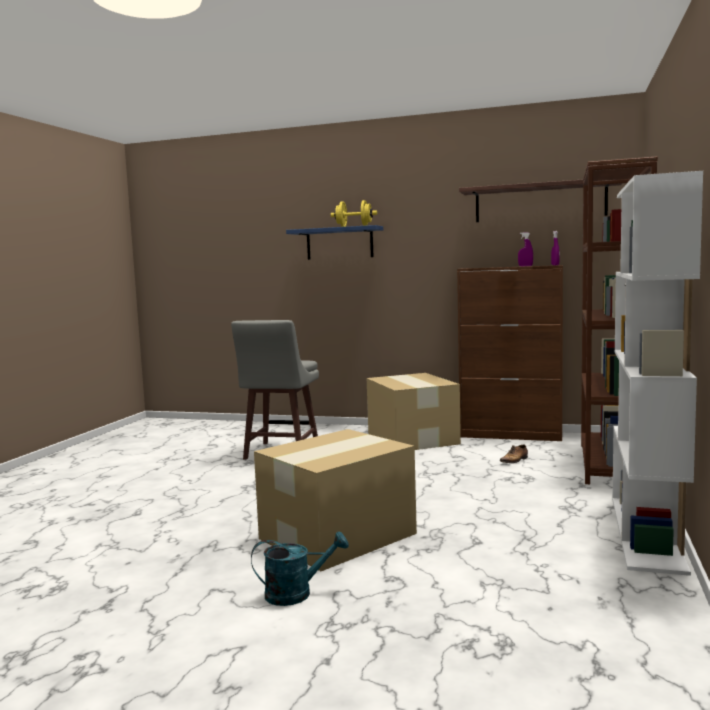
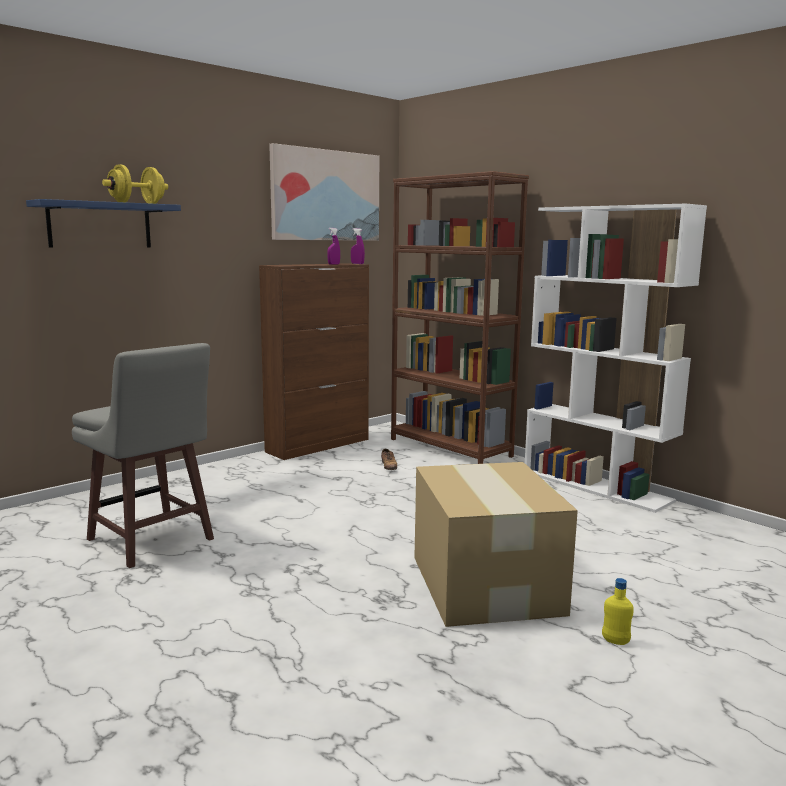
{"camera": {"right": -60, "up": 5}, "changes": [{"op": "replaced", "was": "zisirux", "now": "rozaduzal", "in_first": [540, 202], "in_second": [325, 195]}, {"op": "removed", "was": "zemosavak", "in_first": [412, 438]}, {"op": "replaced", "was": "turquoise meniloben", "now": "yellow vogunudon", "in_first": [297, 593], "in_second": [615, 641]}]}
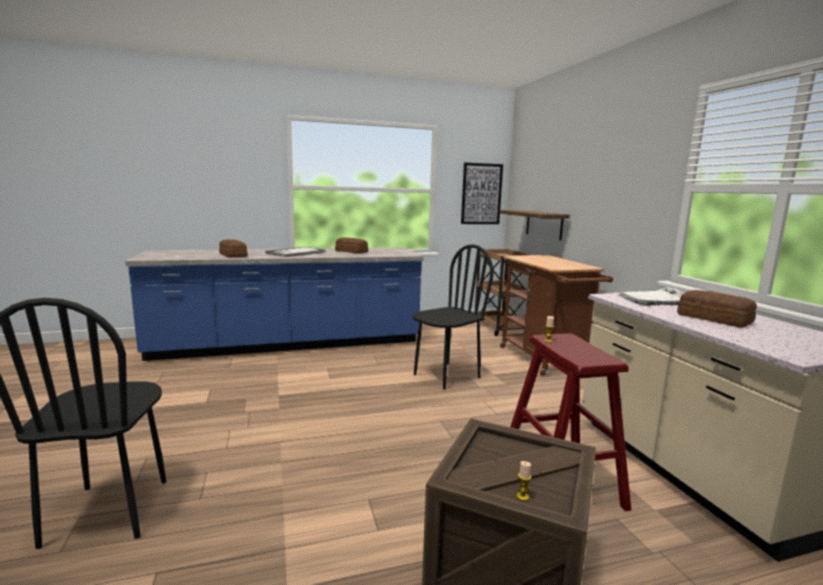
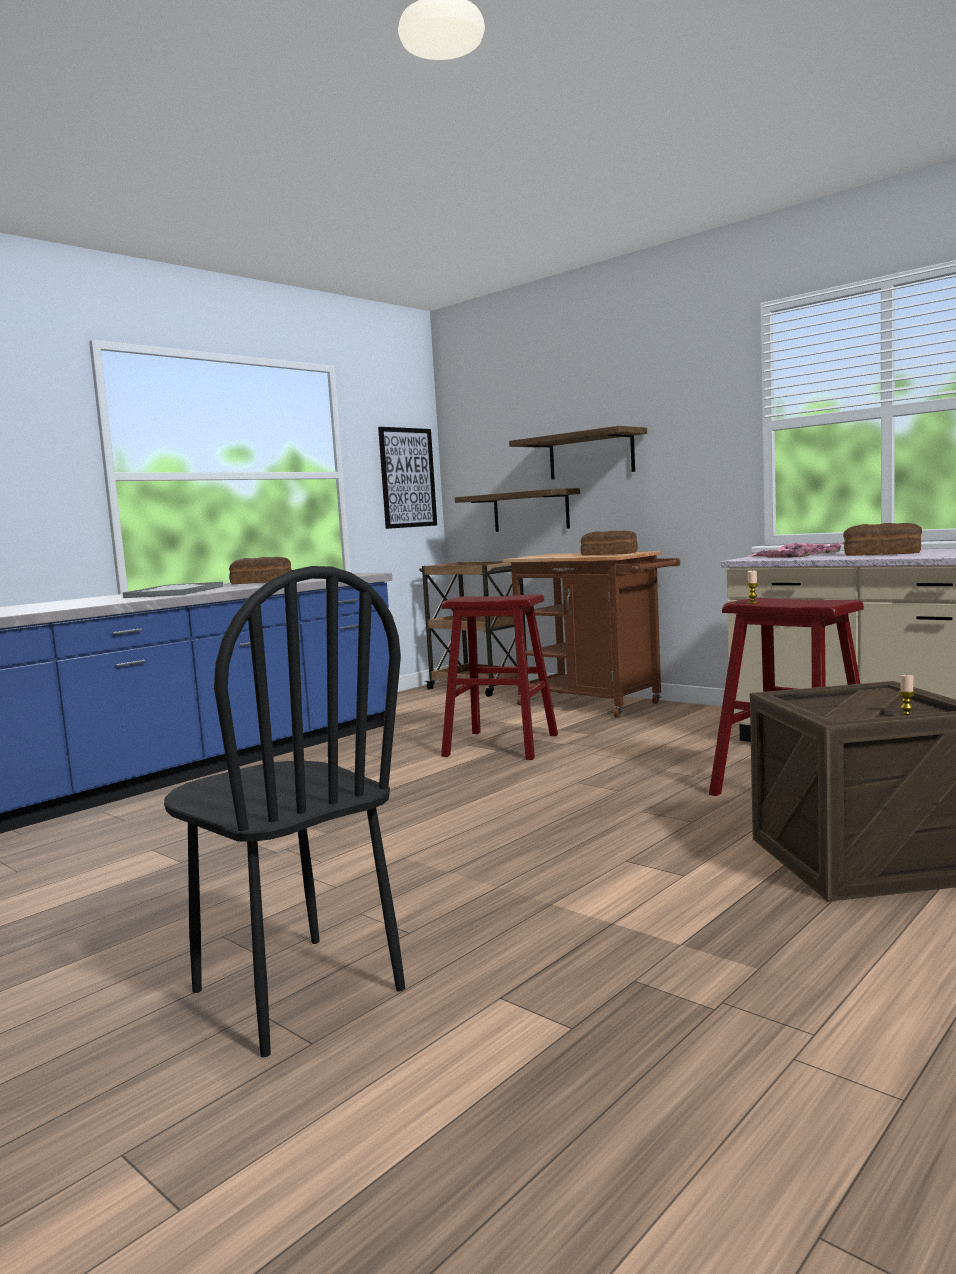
{"camera": {"right": -30, "up": -5}, "changes": [{"op": "moved", "was": "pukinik", "in_first": [232, 255], "in_second": [609, 554]}, {"op": "replaced", "was": "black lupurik", "now": "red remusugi", "in_first": [446, 376], "in_second": [501, 745]}, {"op": "recoloured", "was": "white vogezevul", "now": "pink vogezevul", "in_first": [656, 300], "in_second": [794, 555]}, {"op": "added", "now": "zisirux", "in_second": [591, 455]}]}
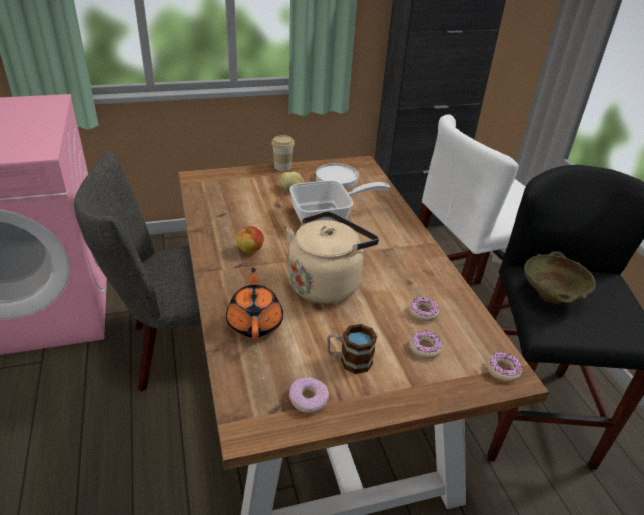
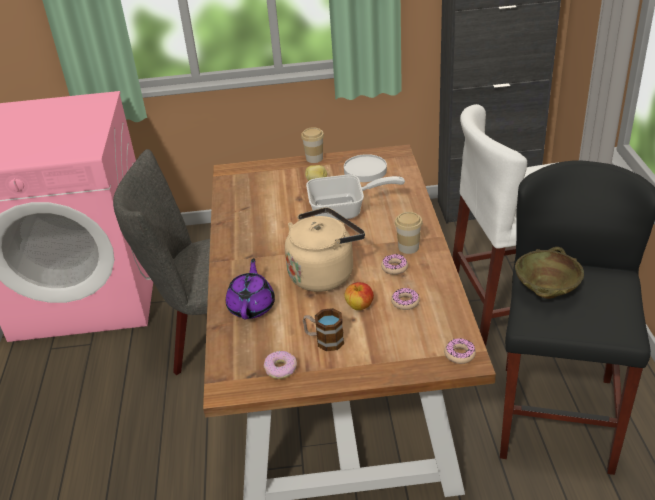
{"camera": {"right": 15, "up": 0}, "changes": [{"op": "moved", "was": "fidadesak", "in_first": [250, 250], "in_second": [359, 306]}, {"op": "recoloured", "was": "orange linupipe", "now": "purple linupipe", "in_first": [255, 322], "in_second": [252, 306]}, {"op": "moved", "was": "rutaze", "in_first": [425, 348], "in_second": [394, 268]}, {"op": "added", "now": "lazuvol", "in_second": [408, 247]}]}
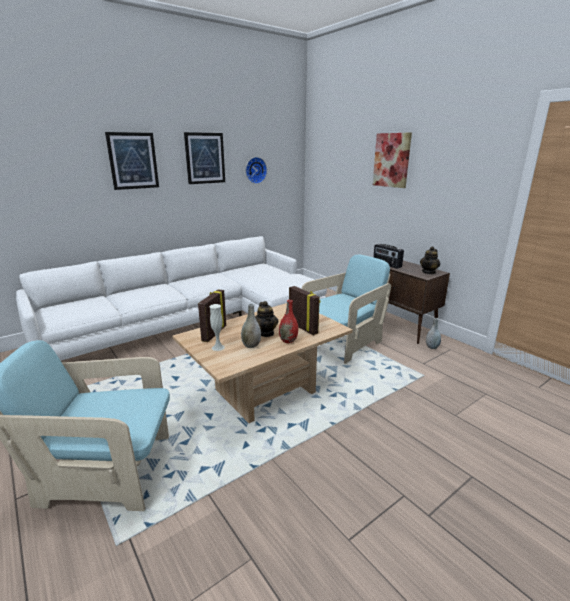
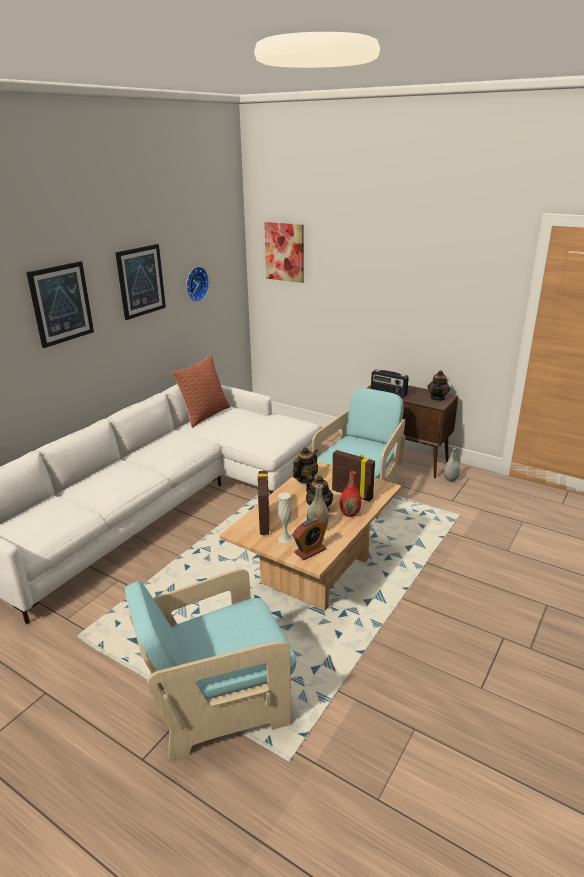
{"camera": {"right": -20, "up": 5}, "changes": [{"op": "moved", "was": "rozaduzal", "in_first": [391, 160], "in_second": [285, 252]}, {"op": "added", "now": "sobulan", "in_second": [204, 415]}, {"op": "added", "now": "linupipe", "in_second": [305, 479]}, {"op": "added", "now": "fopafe", "in_second": [310, 551]}]}
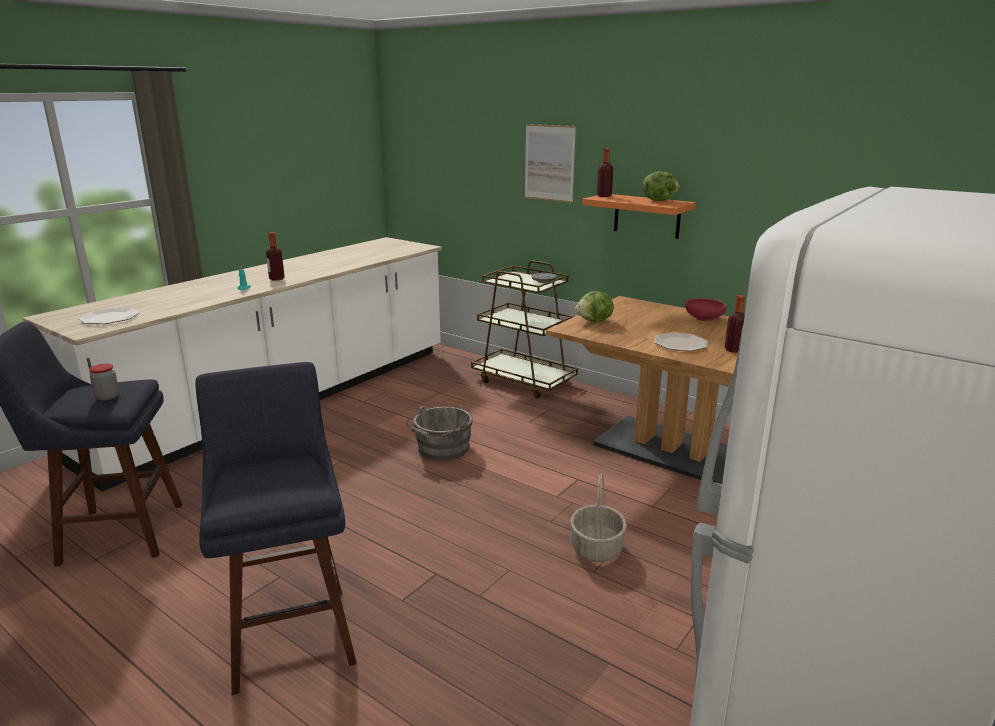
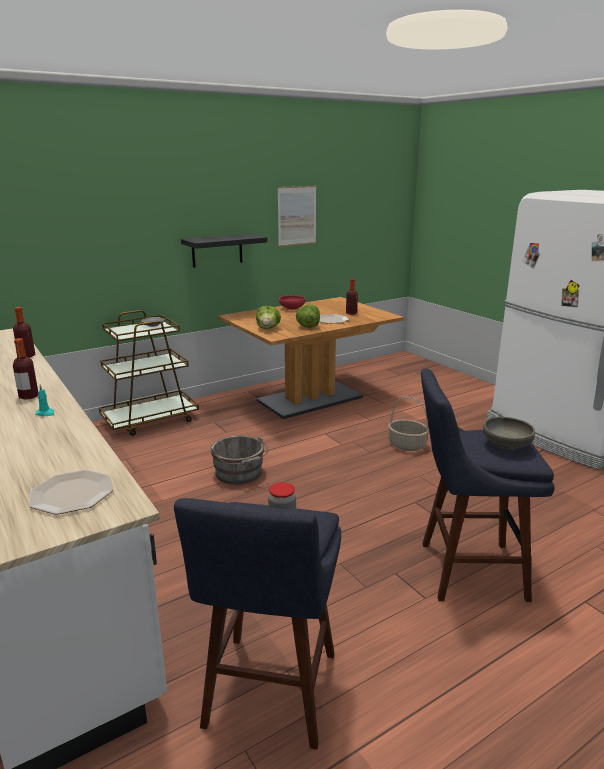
{"camera": {"right": -70, "up": 0}, "changes": [{"op": "moved", "was": "rozaduzal", "in_first": [549, 163], "in_second": [297, 216]}, {"op": "moved", "was": "vogunudon", "in_first": [604, 196], "in_second": [26, 356]}, {"op": "moved", "was": "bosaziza", "in_first": [658, 200], "in_second": [308, 326]}, {"op": "recoloured", "was": "orange zisirux", "now": "black zisirux", "in_first": [647, 216], "in_second": [217, 250]}, {"op": "added", "now": "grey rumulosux", "in_second": [506, 445]}]}
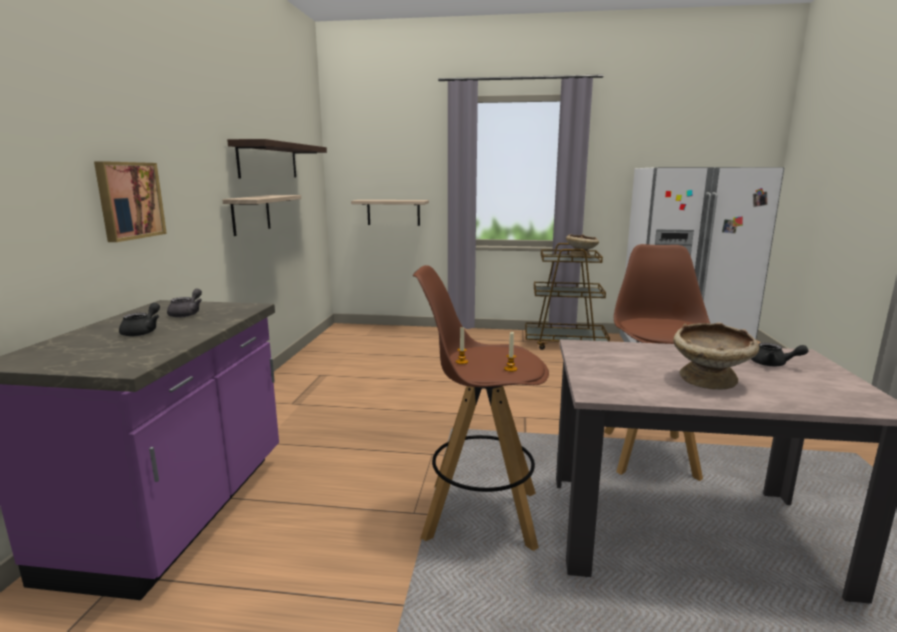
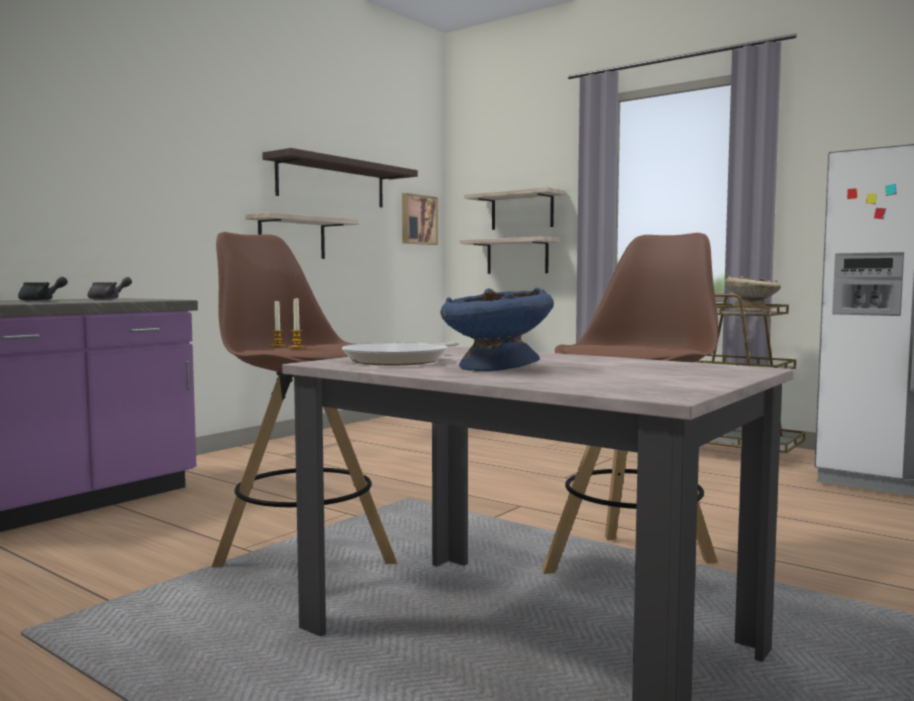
{"camera": {"right": 30, "up": -10}, "changes": [{"op": "moved", "was": "rozaduzal", "in_first": [129, 200], "in_second": [418, 219]}, {"op": "recoloured", "was": "beige rumulosux", "now": "blue rumulosux", "in_first": [709, 381], "in_second": [496, 368]}, {"op": "removed", "was": "black linupipe", "in_first": [773, 364]}, {"op": "added", "now": "zisirux", "in_second": [522, 211]}, {"op": "added", "now": "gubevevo", "in_second": [400, 360]}]}
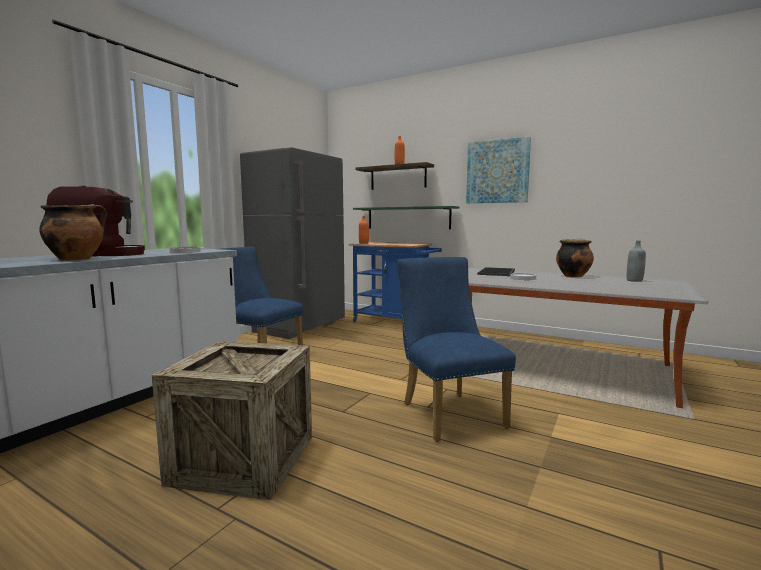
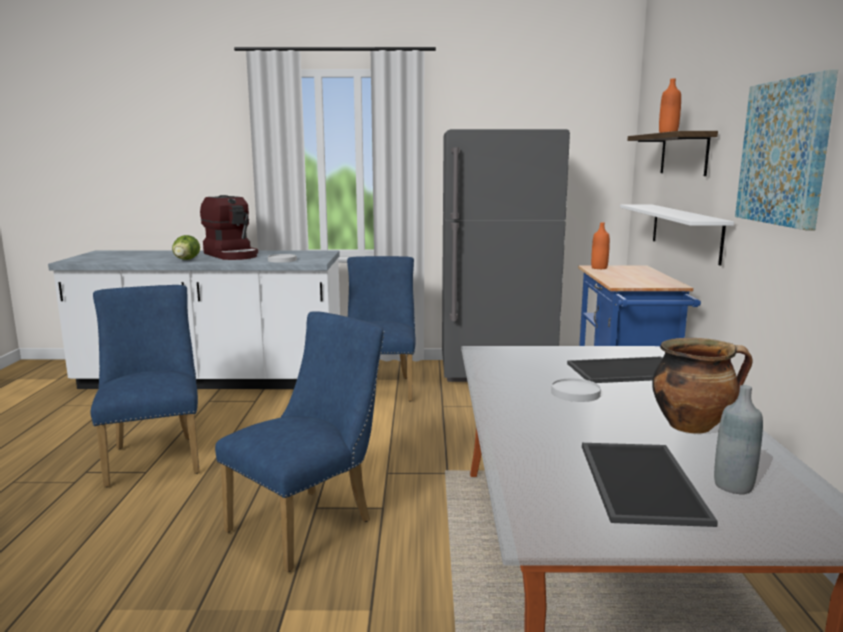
{"camera": {"right": 60, "up": 5}, "changes": [{"op": "replaced", "was": "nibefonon", "now": "bosaziza", "in_first": [77, 259], "in_second": [186, 260]}, {"op": "recoloured", "was": "green zisirux", "now": "white zisirux", "in_first": [408, 218], "in_second": [685, 231]}, {"op": "replaced", "was": "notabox", "now": "blue lupurik", "in_first": [244, 459], "in_second": [155, 457]}, {"op": "added", "now": "vogezevul", "in_second": [638, 481]}]}
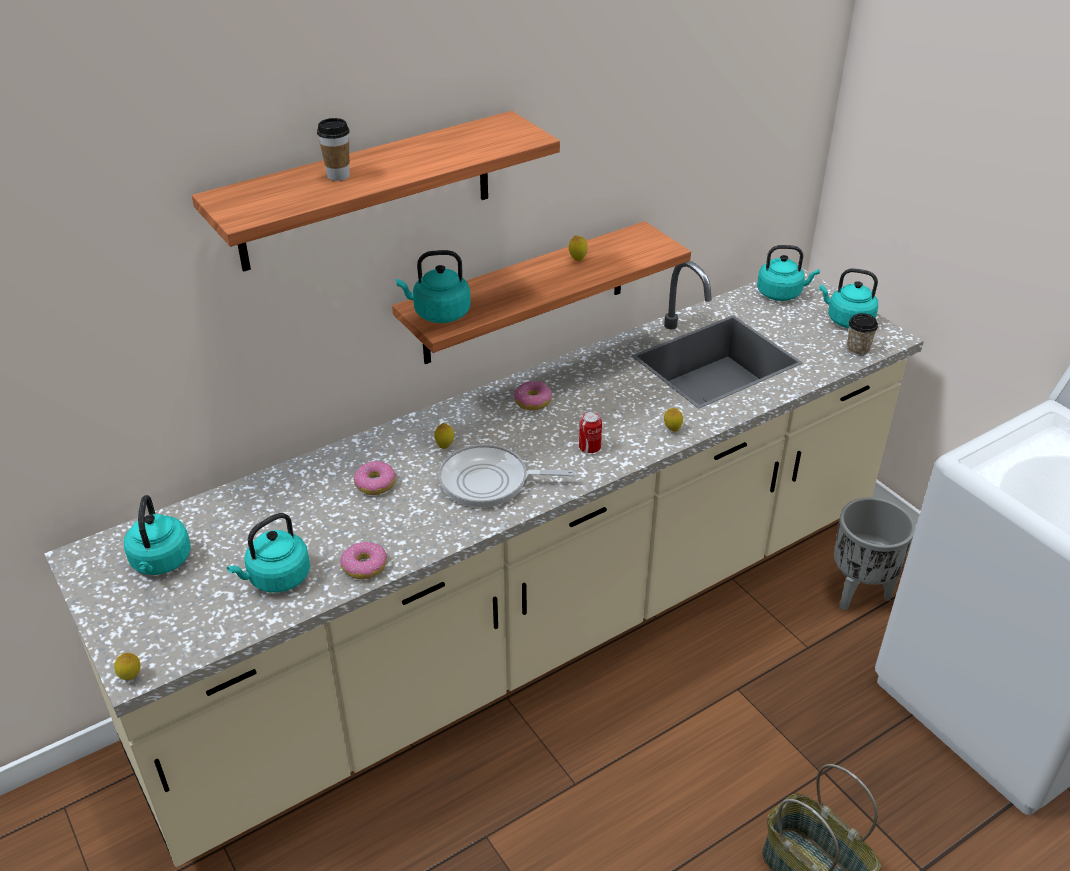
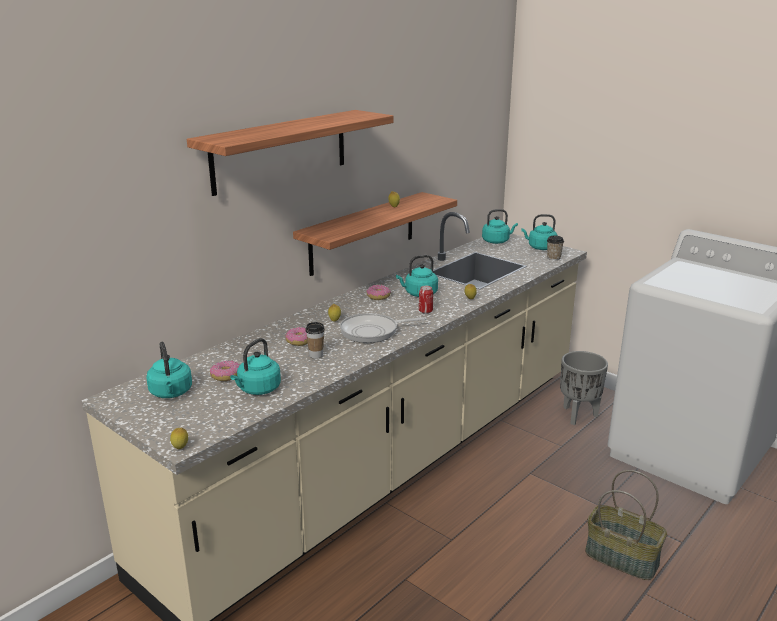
{"camera": {"right": -15, "up": -15}, "changes": [{"op": "moved", "was": "lazuvol", "in_first": [338, 176], "in_second": [316, 355]}, {"op": "moved", "was": "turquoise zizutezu", "in_first": [439, 313], "in_second": [419, 294]}, {"op": "moved", "was": "rutaze", "in_first": [365, 566], "in_second": [226, 375]}]}
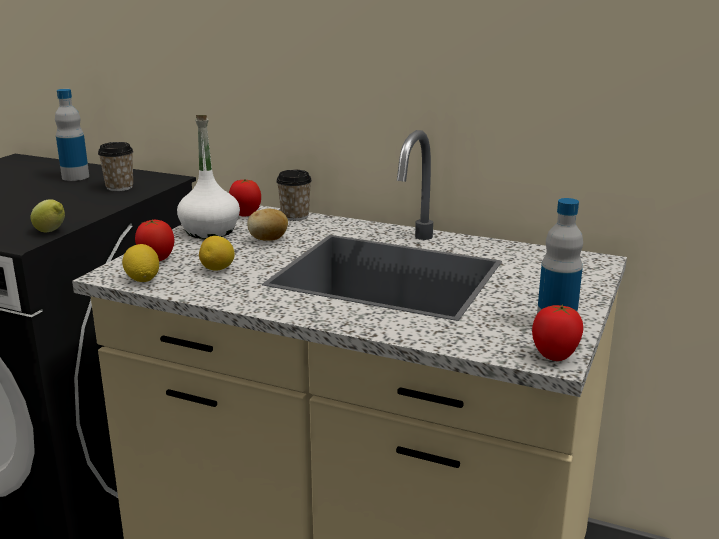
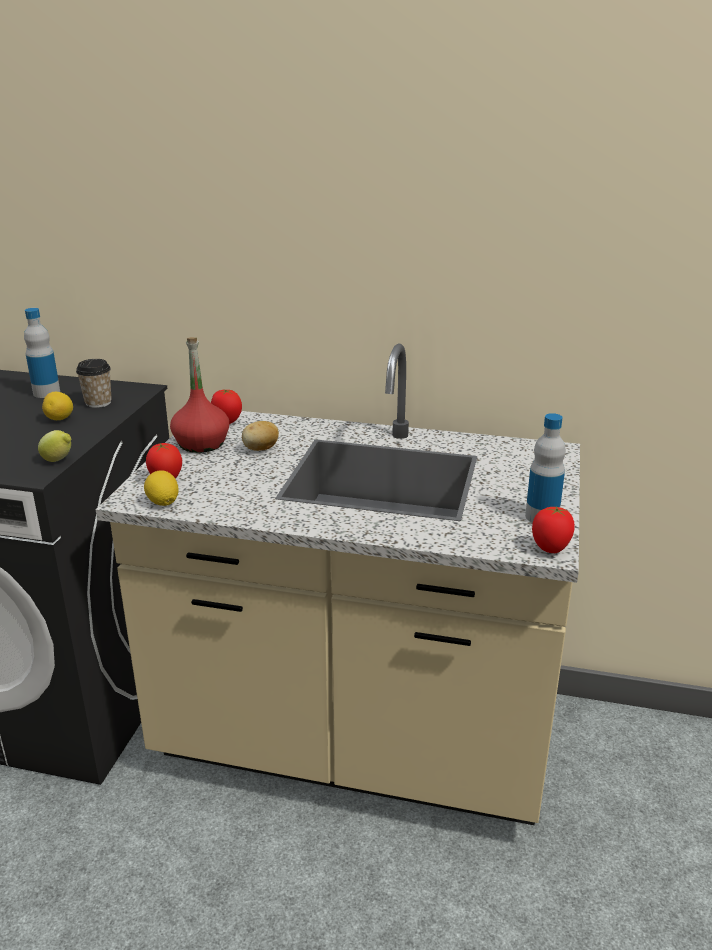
{"camera": {"right": -10, "up": 5}, "changes": [{"op": "recoloured", "was": "white vogunudon", "now": "red vogunudon", "in_first": [210, 231], "in_second": [201, 443]}, {"op": "removed", "was": "lazuvol", "in_first": [295, 216]}, {"op": "moved", "was": "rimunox", "in_first": [218, 269], "in_second": [60, 419]}]}
